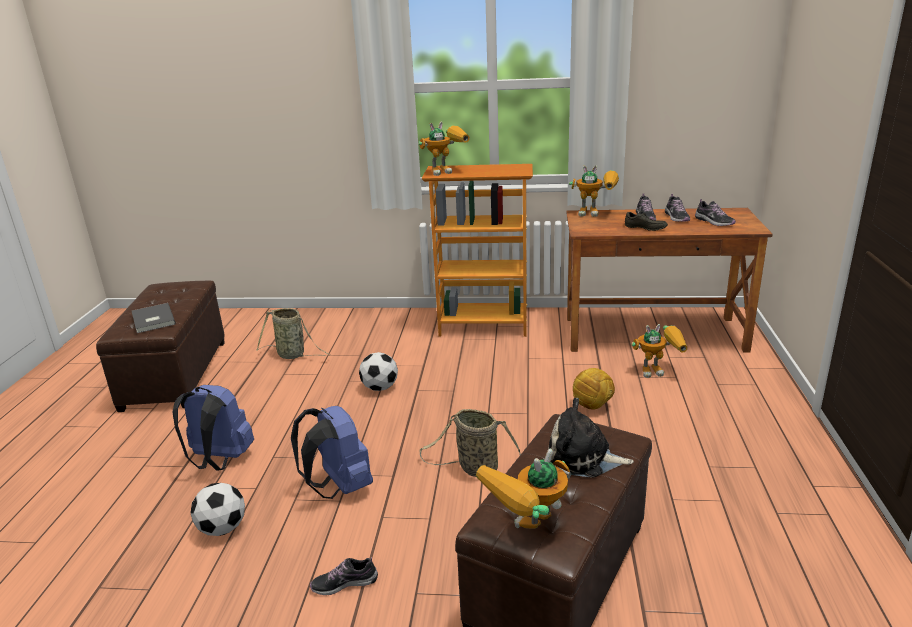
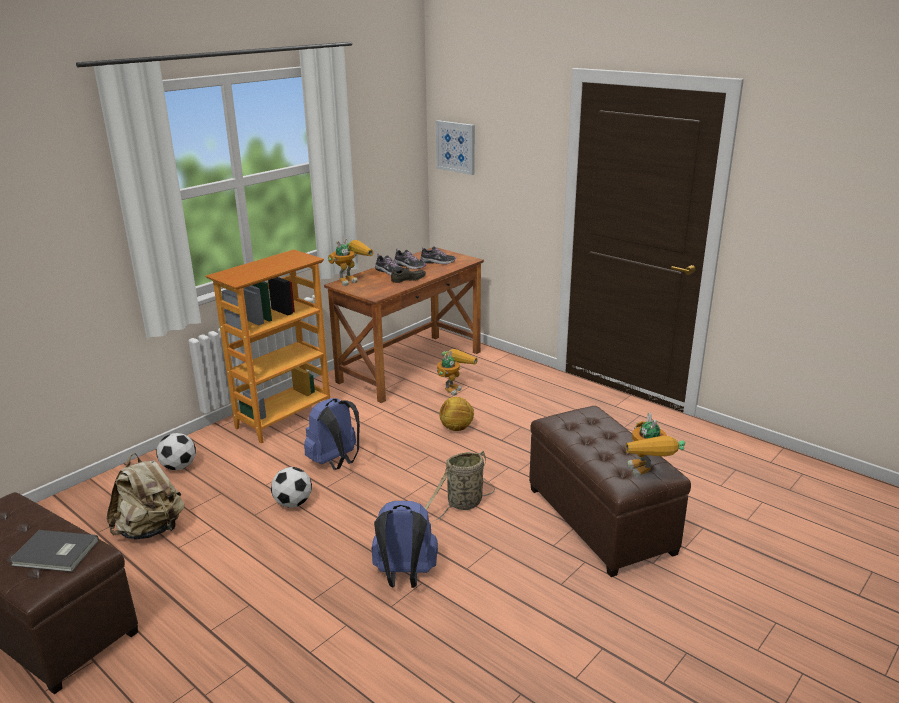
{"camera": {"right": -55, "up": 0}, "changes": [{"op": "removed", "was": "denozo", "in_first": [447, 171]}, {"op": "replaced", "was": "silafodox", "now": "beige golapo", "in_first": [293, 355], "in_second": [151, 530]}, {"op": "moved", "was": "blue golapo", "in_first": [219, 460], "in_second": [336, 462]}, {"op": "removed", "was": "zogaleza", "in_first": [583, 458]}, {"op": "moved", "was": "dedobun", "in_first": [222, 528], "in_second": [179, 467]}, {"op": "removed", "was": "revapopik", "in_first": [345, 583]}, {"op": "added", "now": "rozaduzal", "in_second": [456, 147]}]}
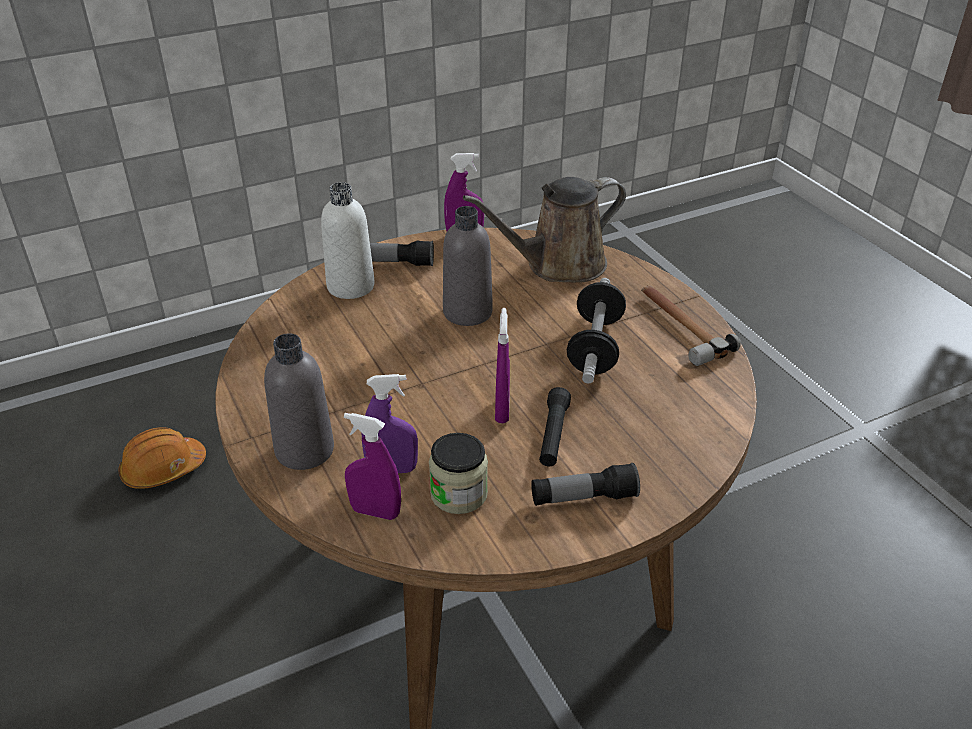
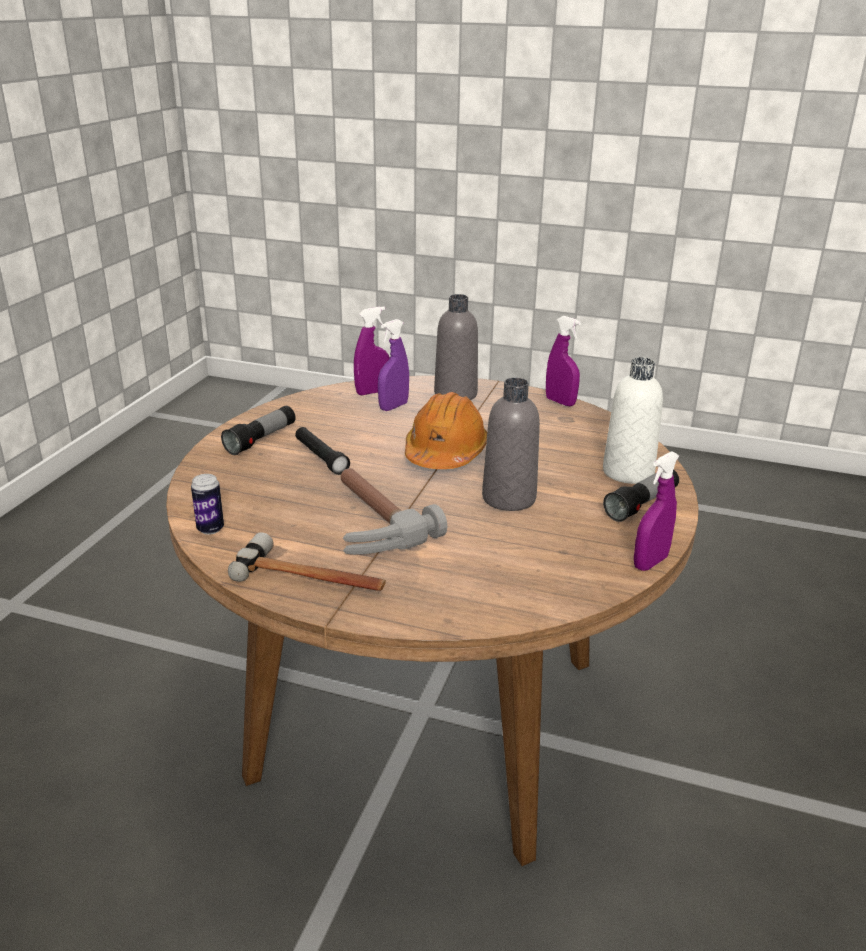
{"camera": {"right": 135, "up": -10}, "changes": [{"op": "removed", "was": "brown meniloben", "in_first": [558, 265]}, {"op": "replaced", "was": "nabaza", "now": "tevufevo", "in_first": [595, 347], "in_second": [367, 523]}, {"op": "moved", "was": "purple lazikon", "in_first": [502, 410], "in_second": [560, 402]}, {"op": "moved", "was": "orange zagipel", "in_first": [163, 469], "in_second": [445, 453]}, {"op": "removed", "was": "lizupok", "in_first": [459, 494]}, {"op": "added", "now": "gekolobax", "in_second": [210, 529]}]}
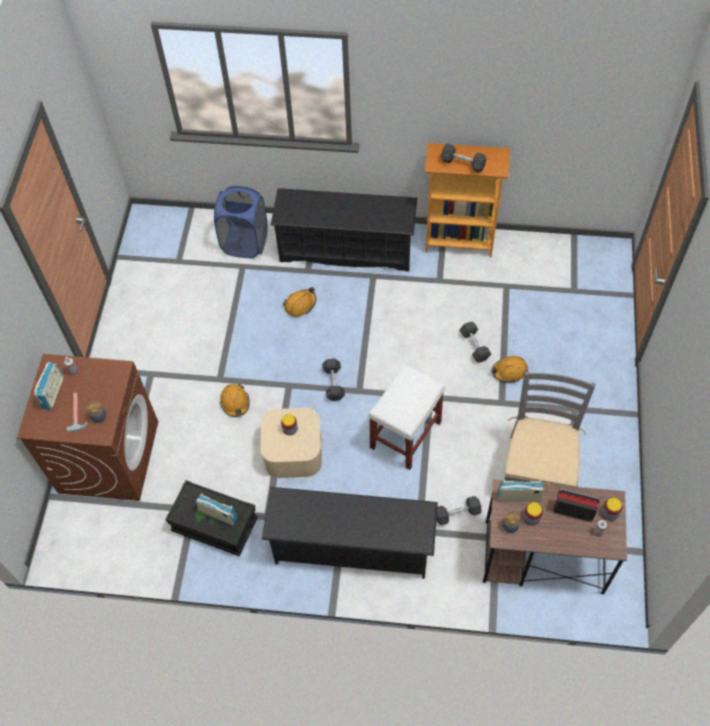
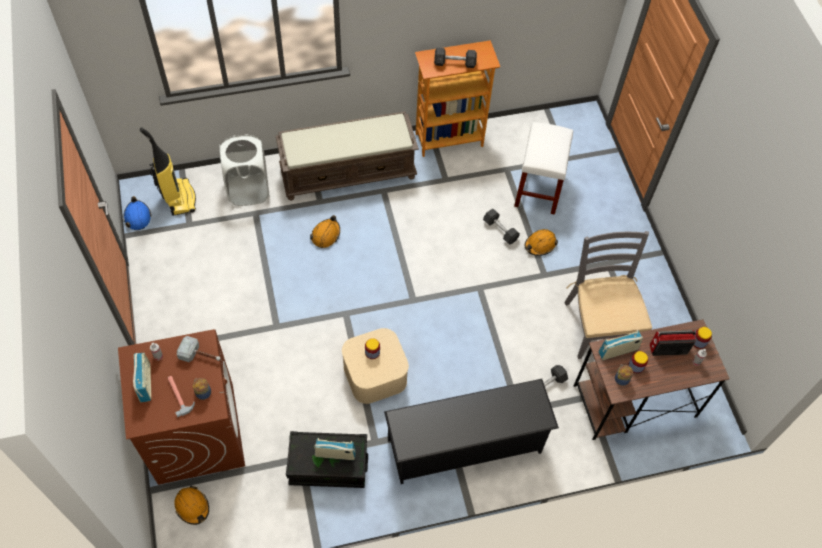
{"camera": {"right": -25, "up": 0}, "changes": [{"op": "recoloured", "was": "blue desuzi", "now": "white desuzi", "in_first": [245, 243], "in_second": [248, 190]}, {"op": "replaced", "was": "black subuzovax", "now": "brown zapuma", "in_first": [346, 249], "in_second": [348, 172]}, {"op": "removed", "was": "grey nabaza", "in_first": [333, 383]}, {"op": "moved", "was": "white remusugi", "in_first": [405, 436], "in_second": [538, 189]}, {"op": "moved", "was": "orange zagipel", "in_first": [235, 402], "in_second": [192, 507]}, {"op": "added", "now": "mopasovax", "in_second": [179, 198]}, {"op": "added", "now": "blue zagipel", "in_second": [137, 217]}, {"op": "added", "now": "tevufevo", "in_second": [201, 355]}]}
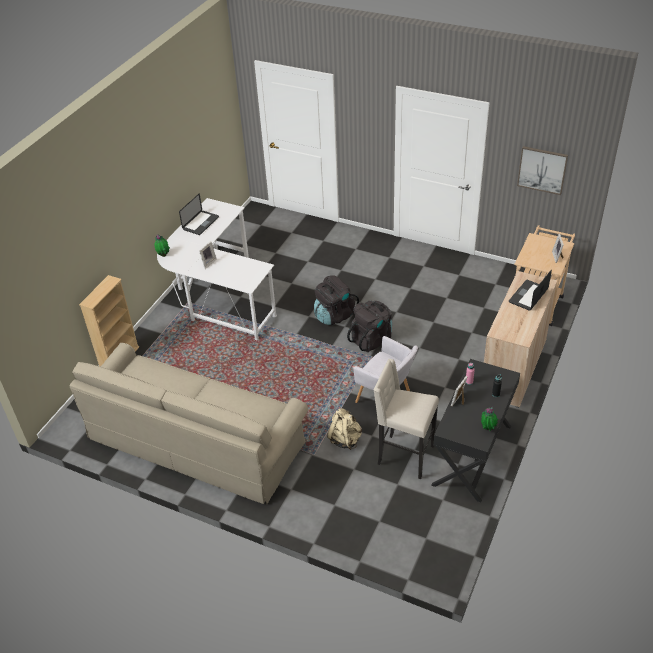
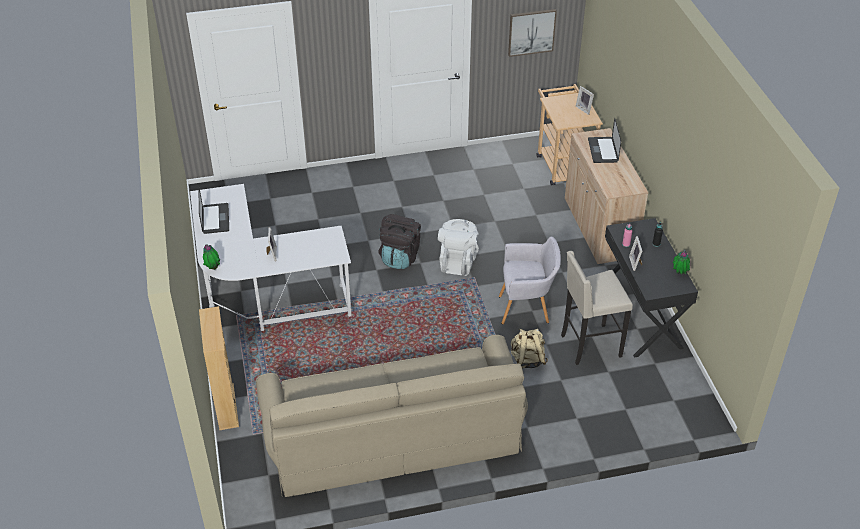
{"camera": {"right": -40, "up": 0}, "changes": [{"op": "recoloured", "was": "black golapo", "now": "white golapo", "in_first": [372, 339], "in_second": [457, 262]}]}
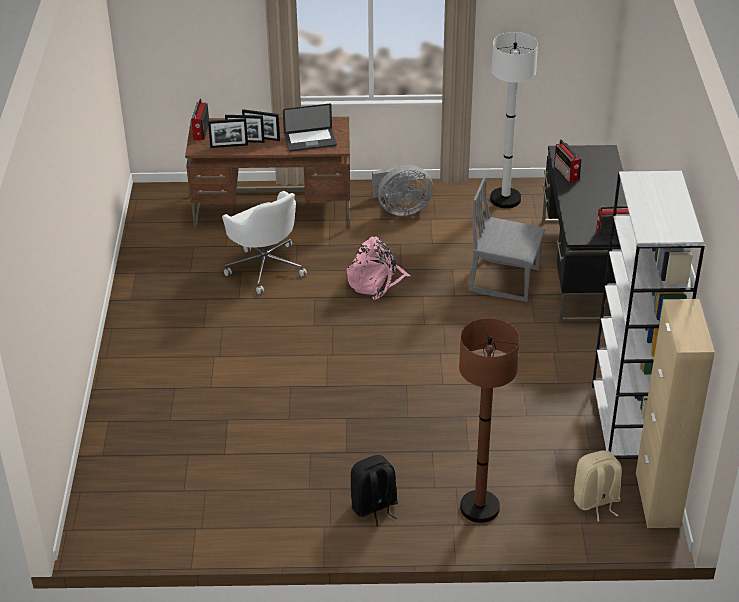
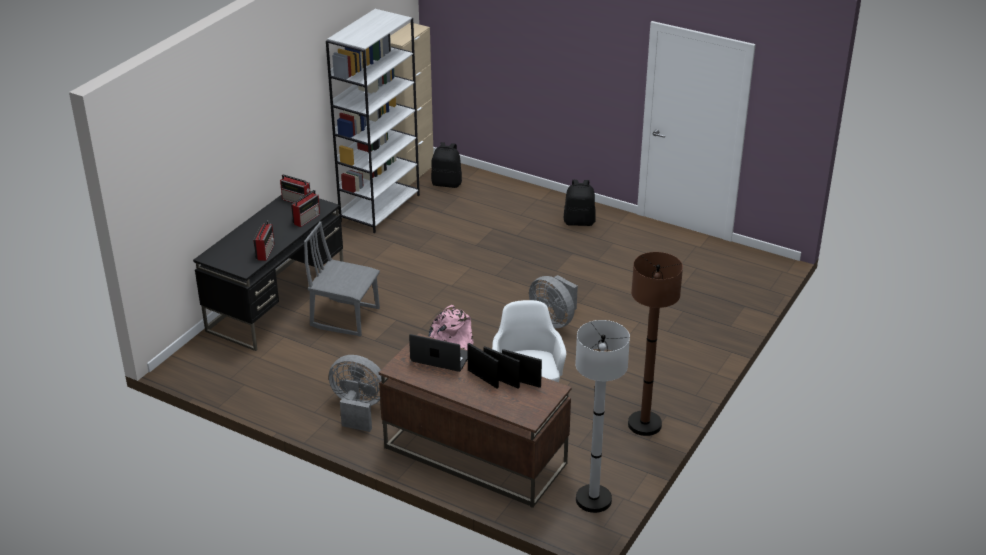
{"camera": {"right": -150, "up": -5}, "changes": [{"op": "moved", "was": "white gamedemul", "in_first": [505, 199], "in_second": [593, 499]}, {"op": "moved", "was": "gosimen", "in_first": [200, 132], "in_second": [307, 218]}, {"op": "turned", "was": "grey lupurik", "in_first": [504, 280], "in_second": [345, 317], "clockwise": 150}, {"op": "moved", "was": "brown gamedemul", "in_first": [479, 507], "in_second": [644, 424]}, {"op": "recoloured", "was": "beige golapo", "now": "black golapo", "in_first": [596, 502], "in_second": [447, 183]}, {"op": "added", "now": "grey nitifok", "in_second": [554, 320]}]}
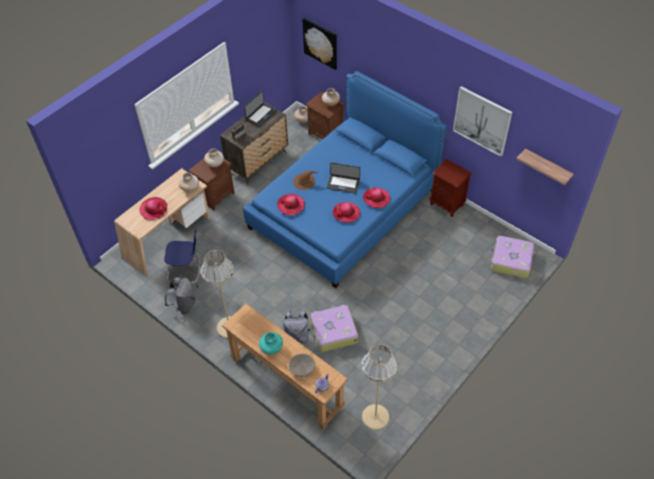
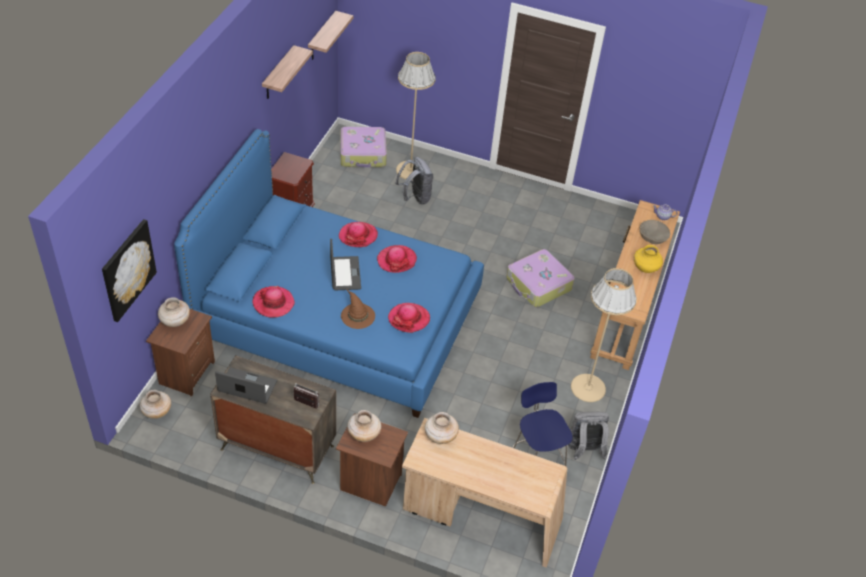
{"camera": {"right": -115, "up": -5}, "changes": [{"op": "replaced", "was": "rozaduzal", "now": "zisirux", "in_first": [482, 121], "in_second": [278, 74]}, {"op": "moved", "was": "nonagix", "in_first": [153, 209], "in_second": [273, 303]}, {"op": "moved", "was": "grey golapo", "in_first": [297, 336], "in_second": [415, 198]}, {"op": "recoloured", "was": "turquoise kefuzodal", "now": "yellow kefuzodal", "in_first": [271, 348], "in_second": [645, 268]}, {"op": "moved", "was": "beige gamedemul", "in_first": [375, 416], "in_second": [410, 170]}]}
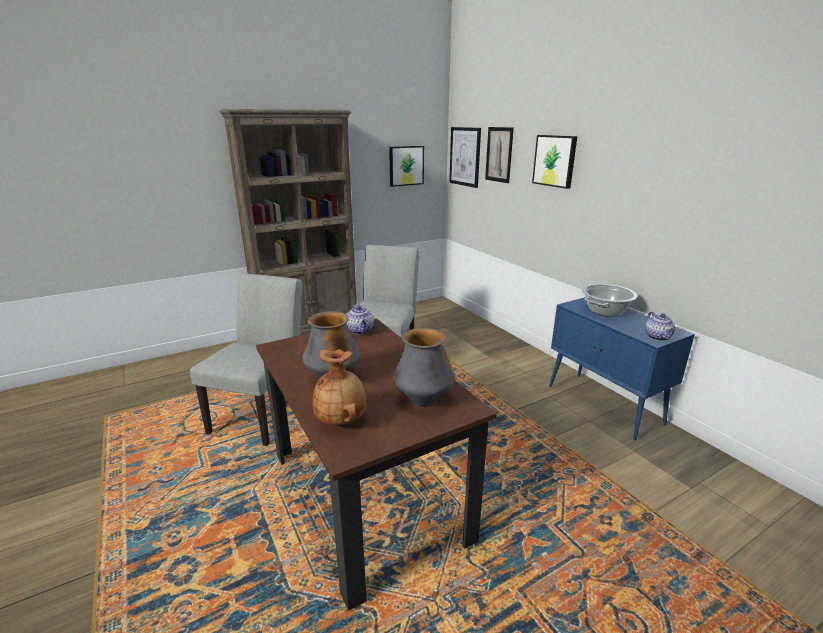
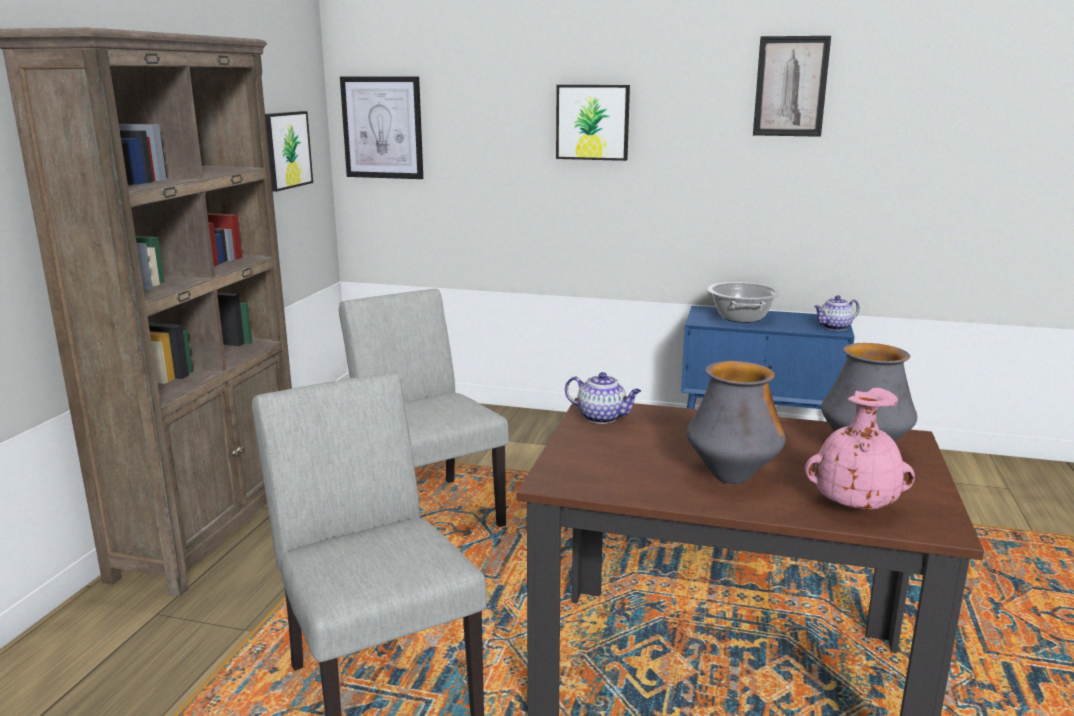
{"camera": {"right": -45, "up": -5}, "changes": [{"op": "moved", "was": "rozaduzal", "in_first": [499, 154], "in_second": [790, 86]}, {"op": "turned", "was": "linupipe", "in_first": [658, 337], "in_second": [834, 327], "clockwise": 120}, {"op": "recoloured", "was": "brown kefuzodal", "now": "pink kefuzodal", "in_first": [342, 419], "in_second": [854, 505]}]}
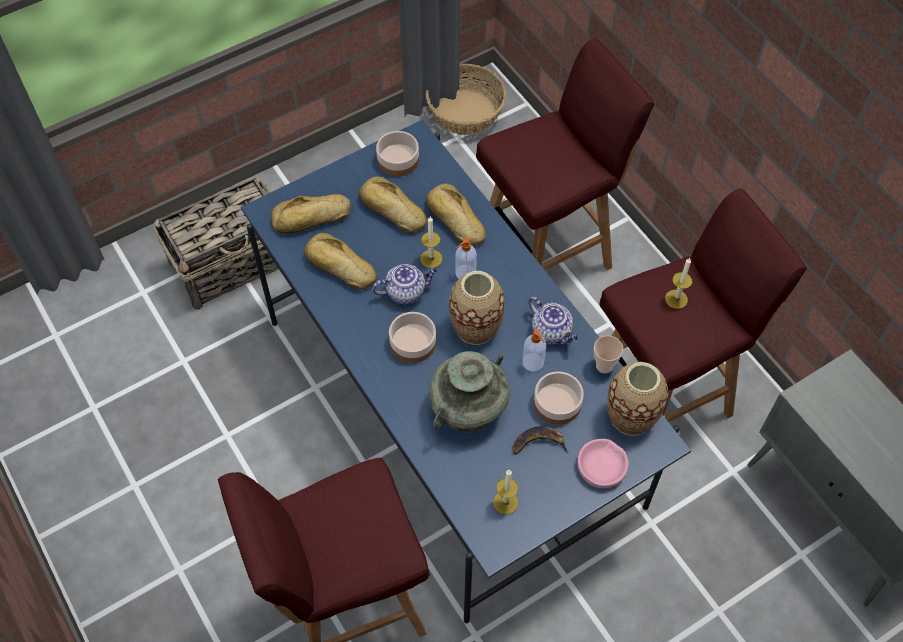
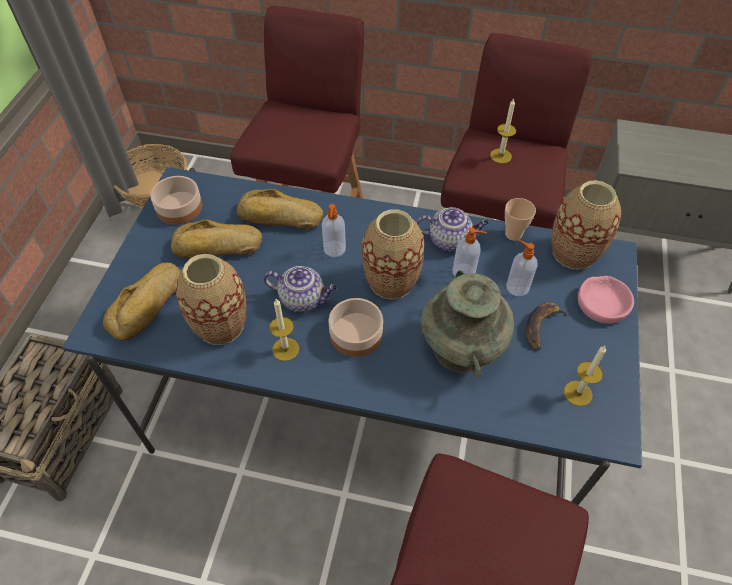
{"camera": {"right": -45, "up": -5}, "changes": [{"op": "moved", "was": "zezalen", "in_first": [431, 259], "in_second": [285, 349]}, {"op": "replaced", "was": "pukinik", "now": "kefuzodal", "in_first": [339, 267], "in_second": [220, 325]}, {"op": "turned", "was": "linupipe", "in_first": [406, 292], "in_second": [303, 299], "clockwise": 75}, {"op": "replaced", "was": "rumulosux", "now": "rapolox", "in_first": [556, 403], "in_second": [516, 287]}]}
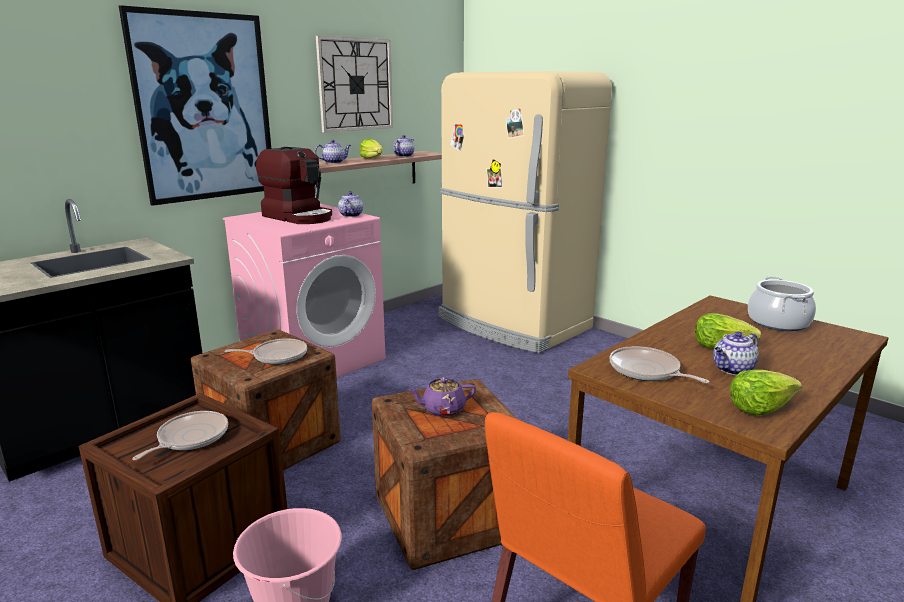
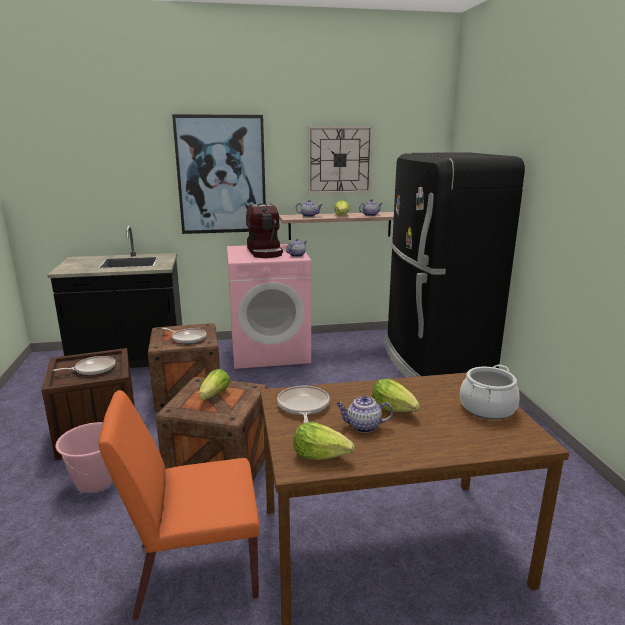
{"camera": {"right": 35, "up": 0}, "changes": [{"op": "recoloured", "was": "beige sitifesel", "now": "black sitifesel", "in_first": [512, 324], "in_second": [433, 363]}, {"op": "replaced", "was": "purple linupipe", "now": "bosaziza", "in_first": [443, 409], "in_second": [215, 395]}]}
